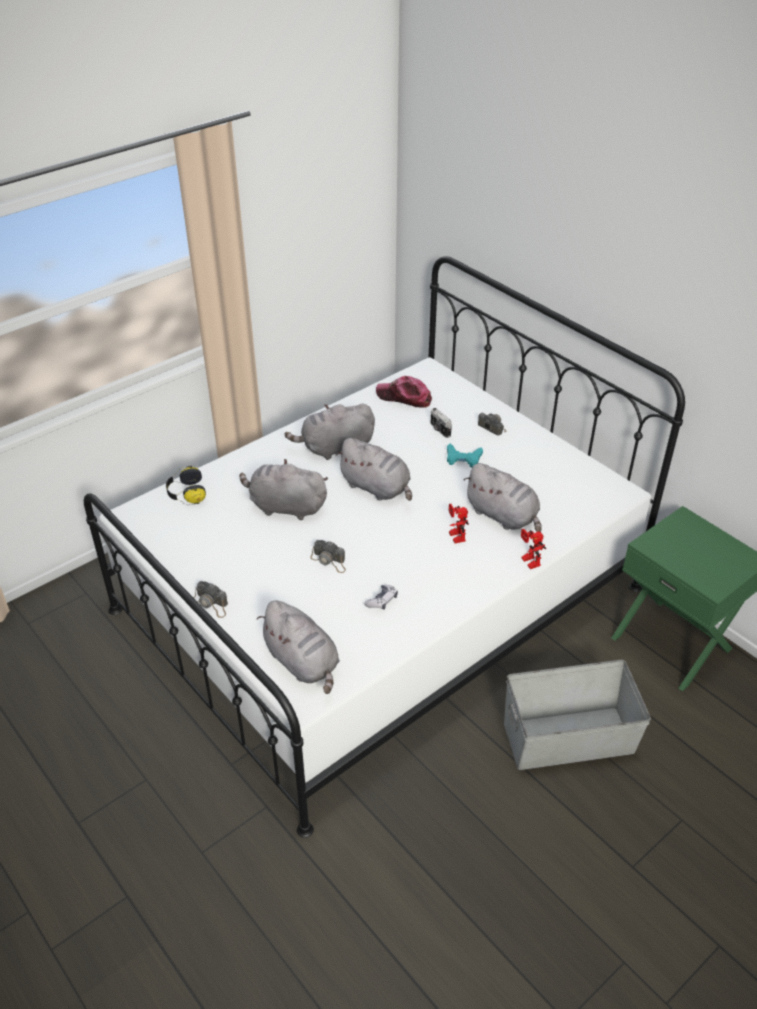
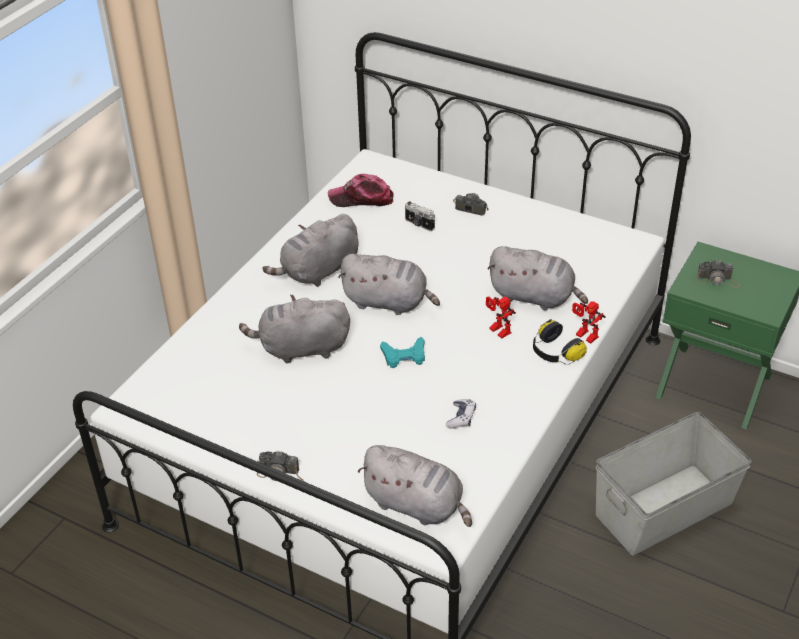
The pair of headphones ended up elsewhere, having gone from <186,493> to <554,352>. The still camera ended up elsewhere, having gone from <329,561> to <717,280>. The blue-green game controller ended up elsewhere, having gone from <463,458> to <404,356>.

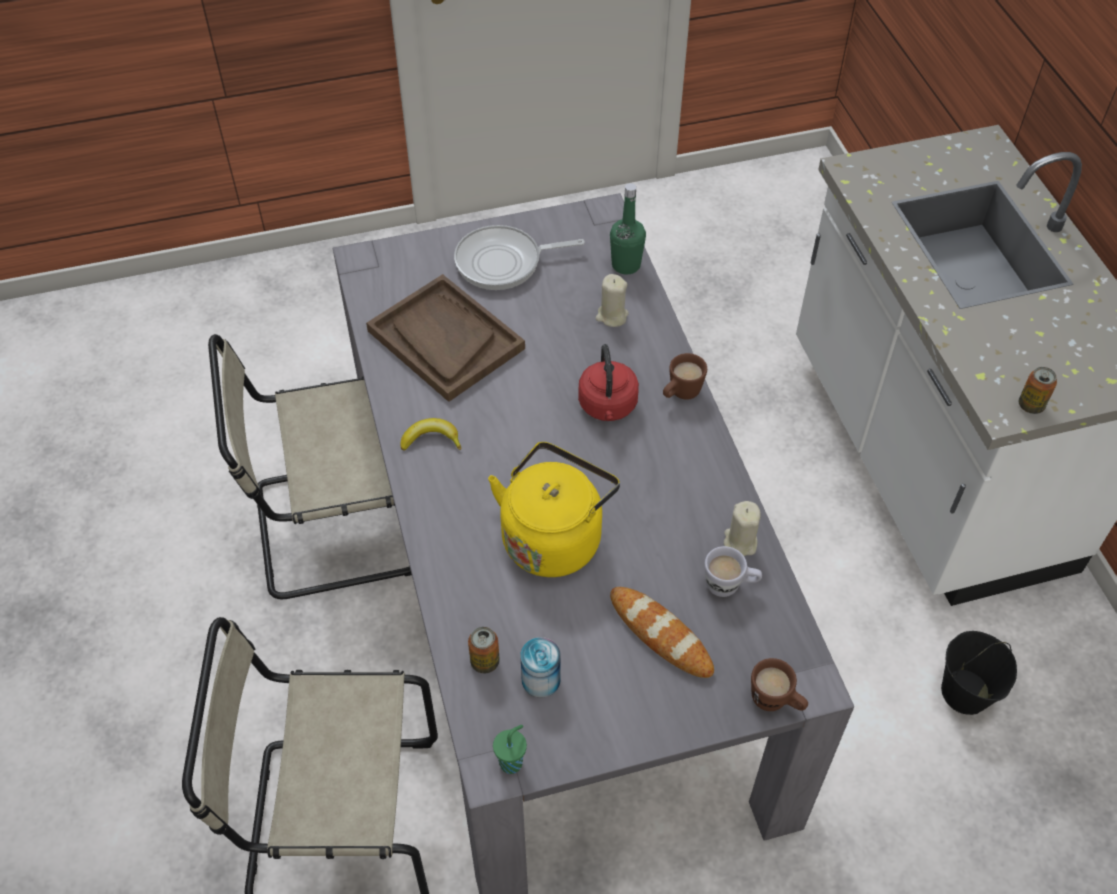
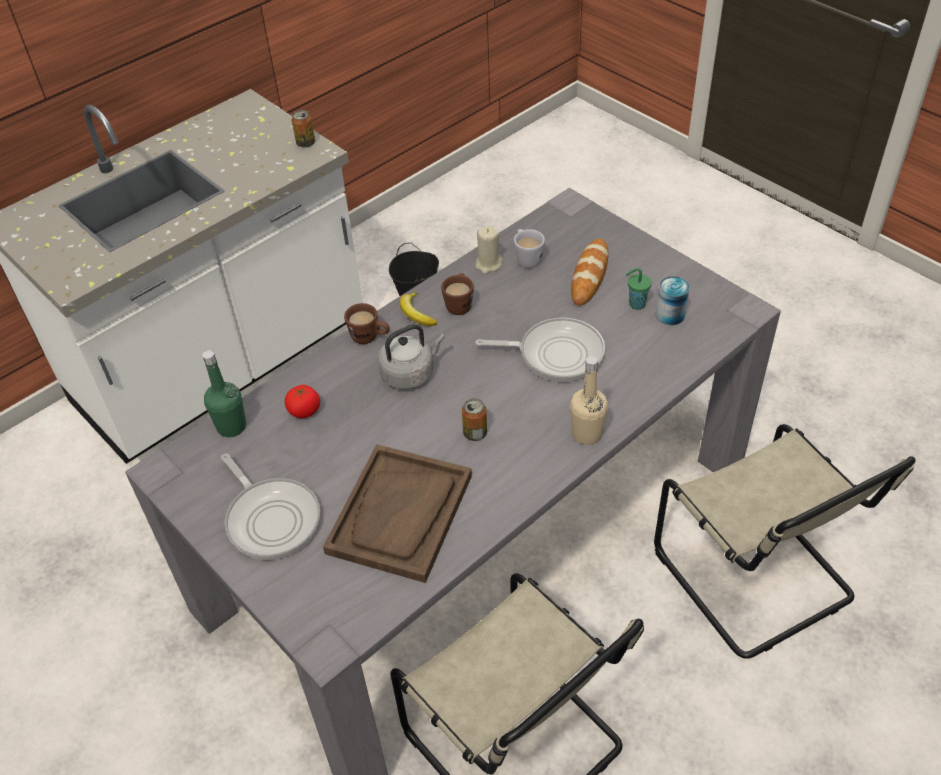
The banana fruit ended up elsewhere, having gone from <431,440> to <416,314>. The can ended up elsewhere, having gone from <485,662> to <475,433>. Where the yellowish tea kettle stood at <554,537>, the frying pan came to stand at <556,354>. The green cup ended up elsewhere, having gone from <512,762> to <636,304>. What was the red tea kettle at <608,407> turned into the gray tea kettle at <410,373>. Where the beige-coloured candle stood at <611,316>, the whole tomato came to stand at <304,411>. The brown mug ended up elsewhere, having gone from <776,702> to <459,304>. The second view gained the beige-coloured drink bottle at <587,434>.

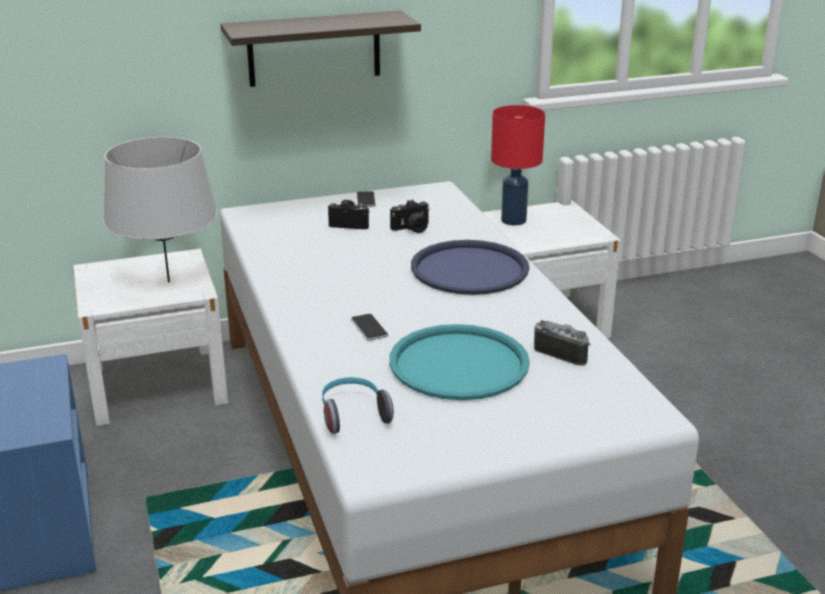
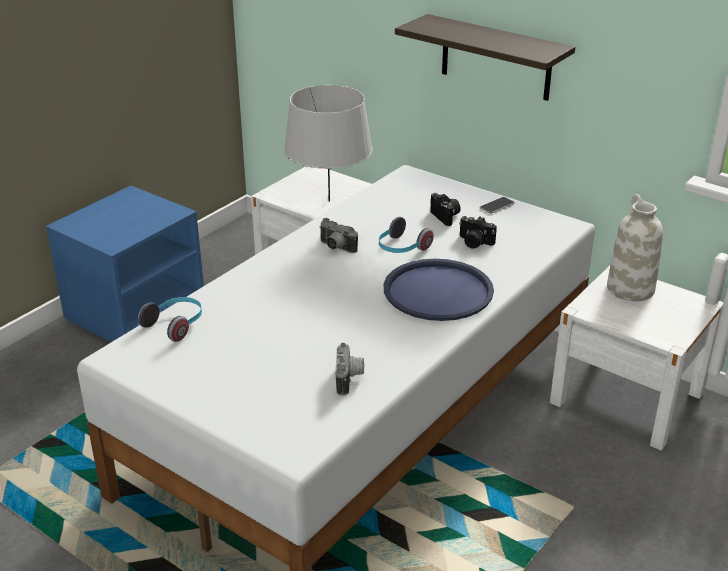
The second view lost the phone at <369,328>. The second view lost the blue-green carrying tray at <459,364>. Where the red table lamp stood at <512,220>, the white flower vase came to stand at <629,288>. The second view gained the still camera at <335,248>. The second view gained the pair of headphones at <401,248>.

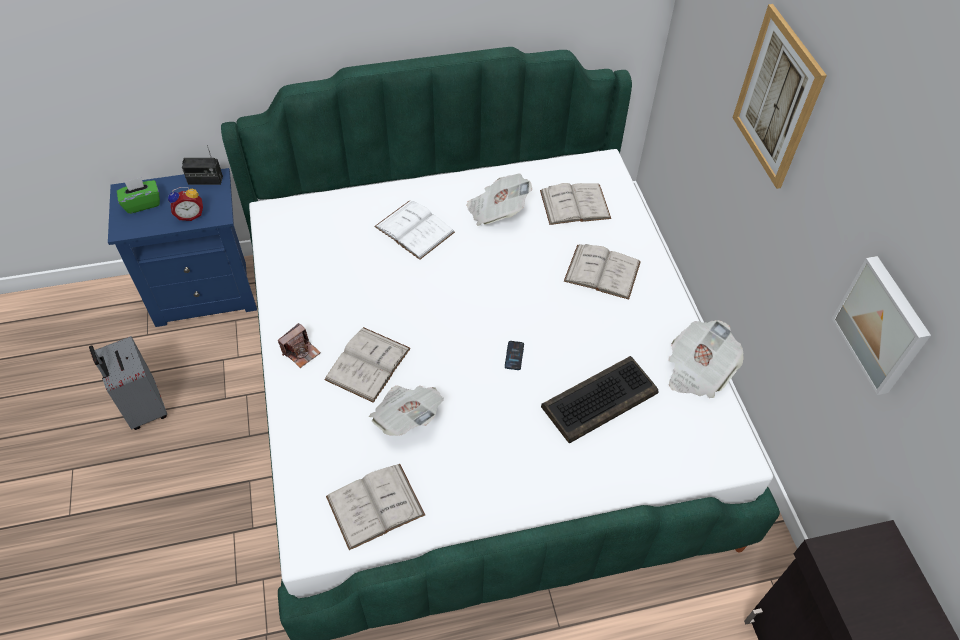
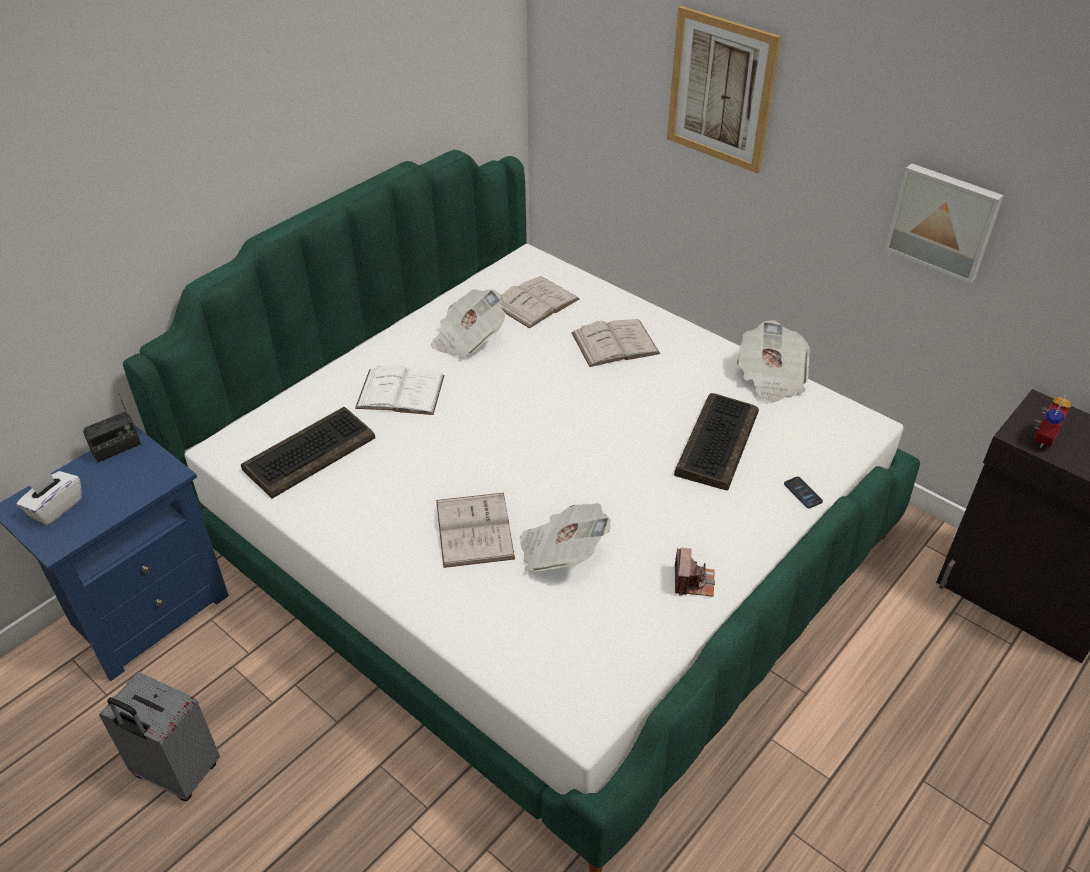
What was the green tissue holder at <142,203> turned into the white tissue holder at <55,507>. The bedside clock ended up elsewhere, having gone from <190,215> to <1041,438>. The still camera ended up elsewhere, having gone from <301,352> to <693,582>. The second view lost the white bound book at <375,505>. The phone ended up elsewhere, having gone from <514,355> to <802,493>. The second view gained the keyboard at <310,453>.

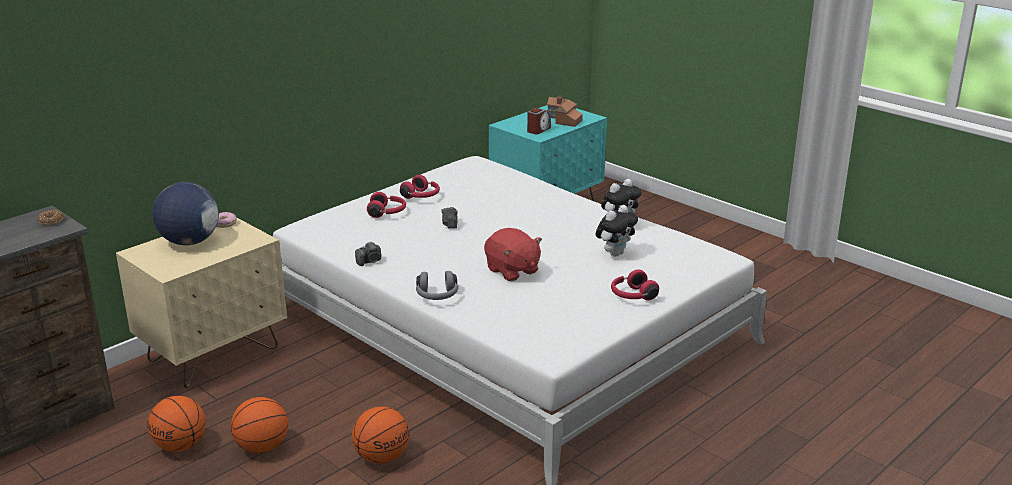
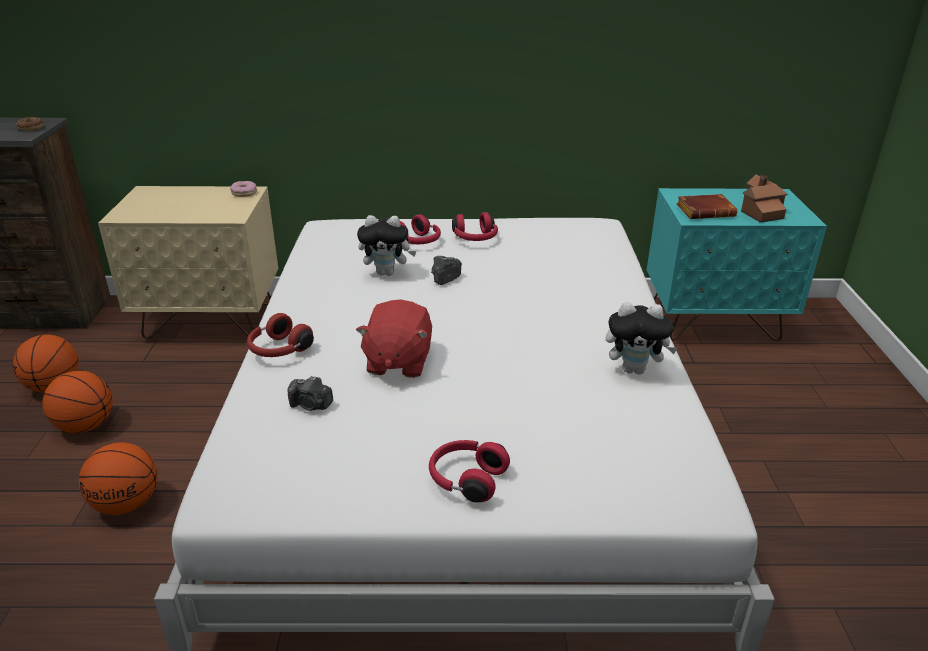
The second view lost the globe at <189,242>. The still camera ended up elsewhere, having gone from <370,261> to <311,405>. What was the gray pair of headphones at <437,296> turned into the red pair of headphones at <279,350>. Where the bedside clock stood at <538,130>, the brown bound book came to stand at <706,211>. The soft toy ended up elsewhere, having gone from <615,253> to <387,273>.

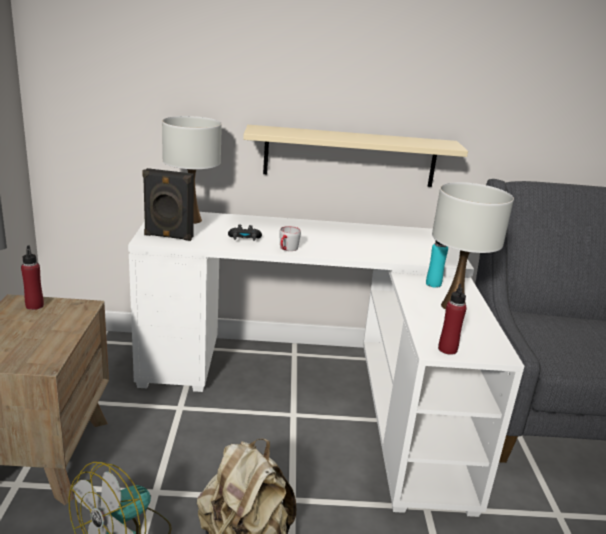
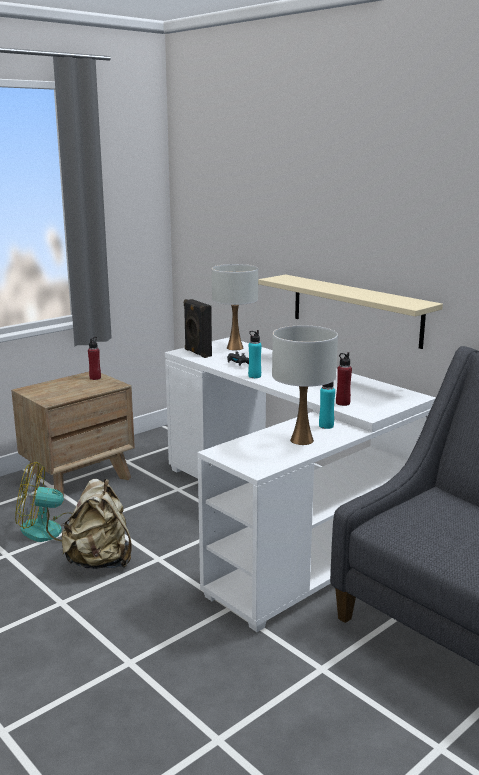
Where the gray mug stood at <287,249>, the blue-green drink bottle came to stand at <254,376>. The red drink bottle ended up elsewhere, having gone from <447,349> to <342,403>.

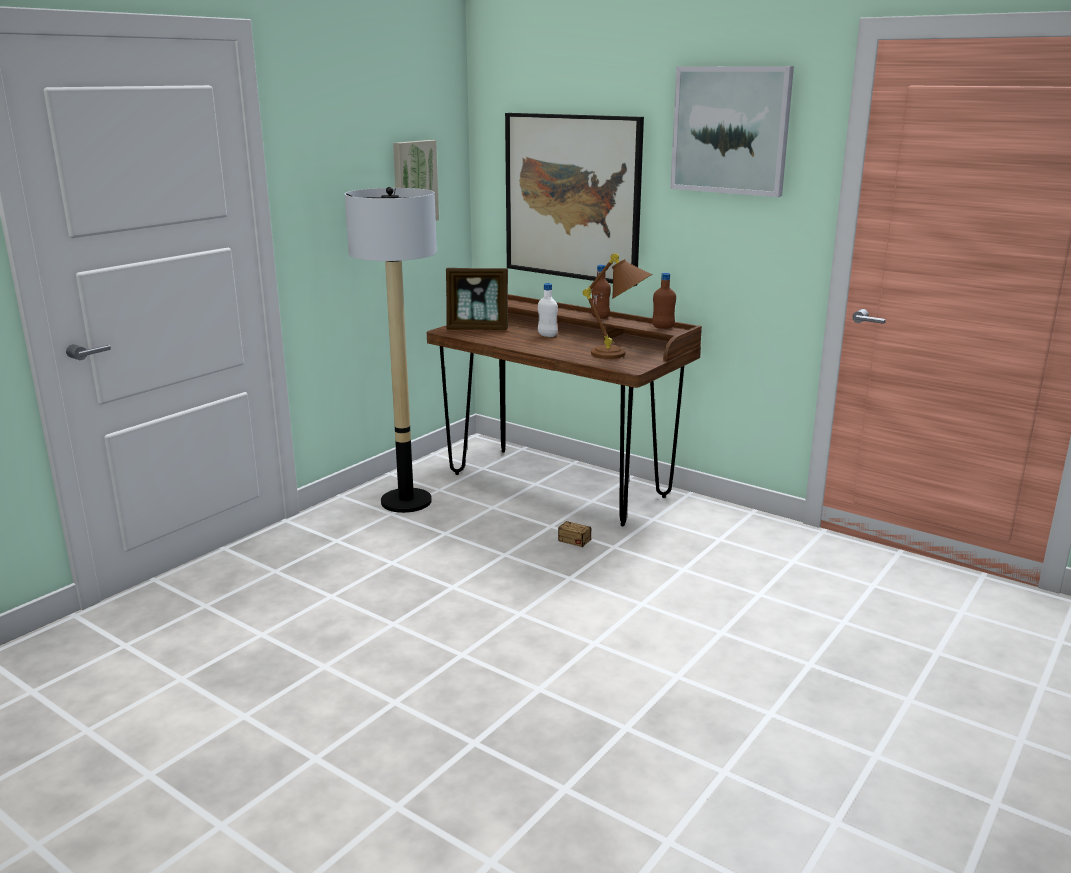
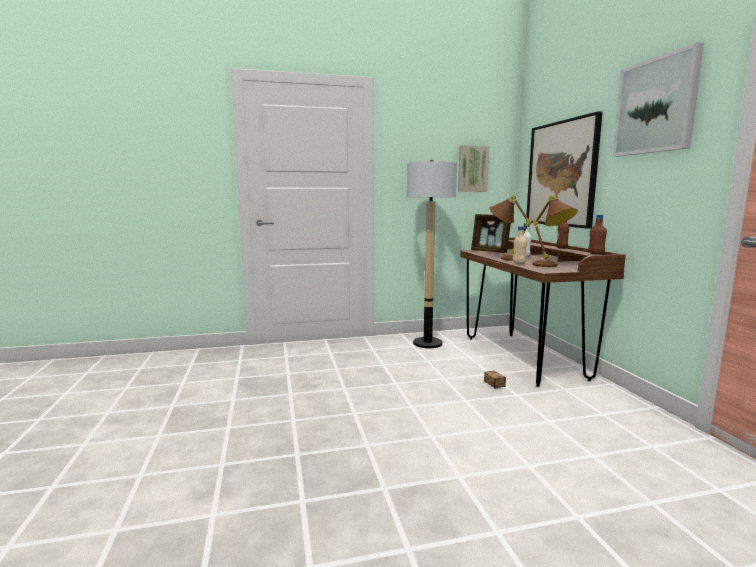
The second view gained the brown table lamp at <504,258>. The second view gained the beige-coloured drink bottle at <518,263>.

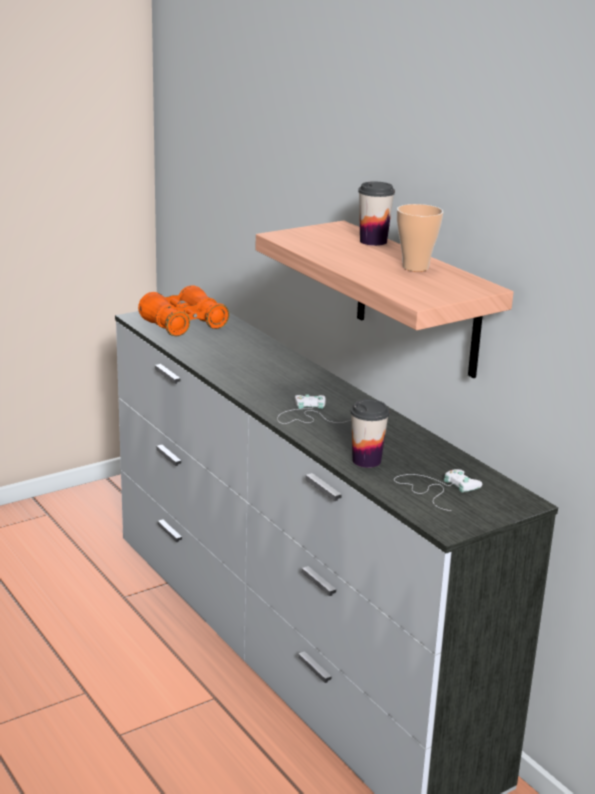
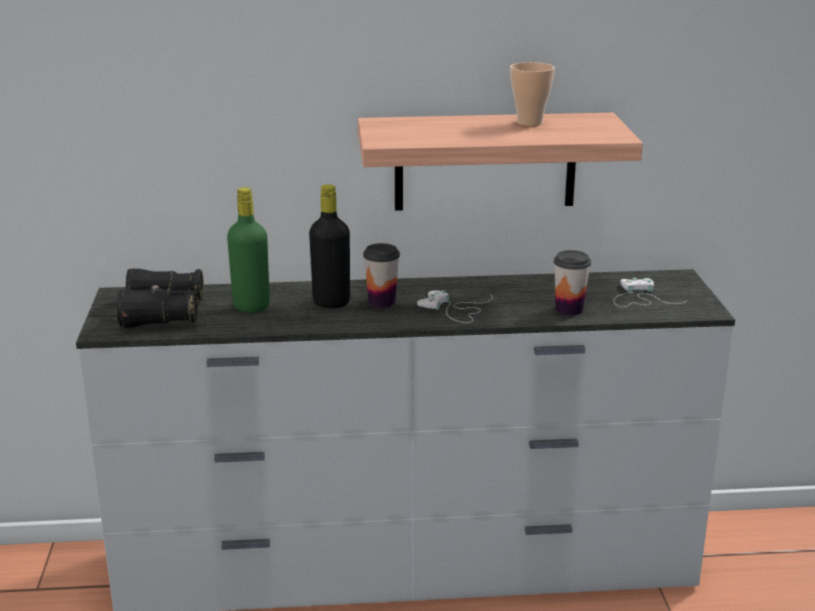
What was the orange binoculars at <184,325> turned into the blackish binoculars at <162,313>. The cup ended up elsewhere, having gone from <373,241> to <381,302>. The second view gained the green drink bottle at <251,306>. The second view gained the blackish drink bottle at <331,302>.

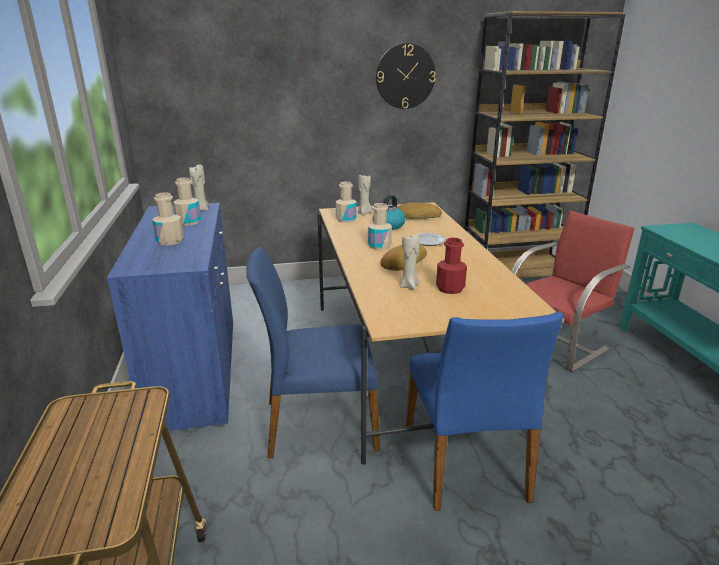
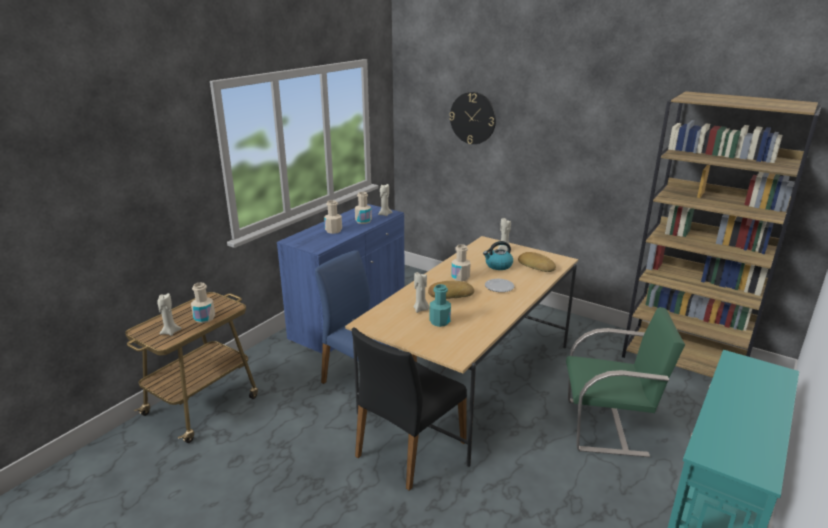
The beige-coloured drink bottle ended up elsewhere, having gone from <346,219> to <204,318>. The hanging clock ended up elsewhere, having gone from <405,76> to <473,118>. What was the blue-coloured chair at <466,462> turned into the blackish chair at <409,449>. What was the red drink bottle at <450,288> turned into the blue-green drink bottle at <439,321>. What was the red chair at <556,343> turned into the green chair at <608,427>. The second view gained the beige-coloured candle at <170,332>.

